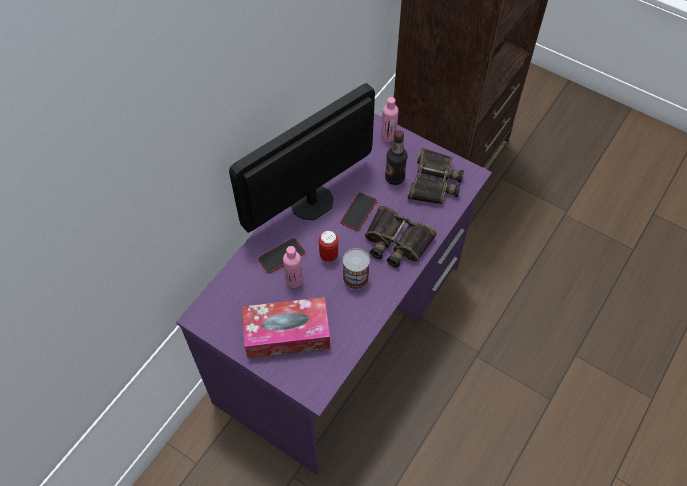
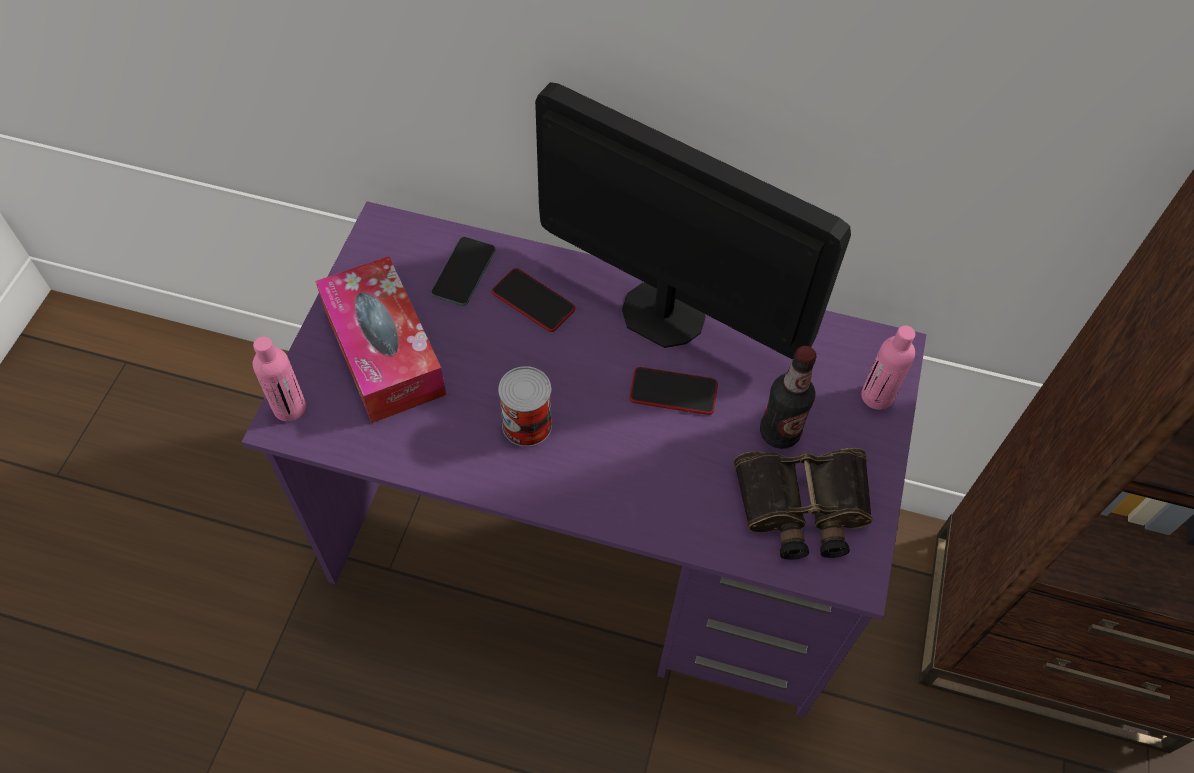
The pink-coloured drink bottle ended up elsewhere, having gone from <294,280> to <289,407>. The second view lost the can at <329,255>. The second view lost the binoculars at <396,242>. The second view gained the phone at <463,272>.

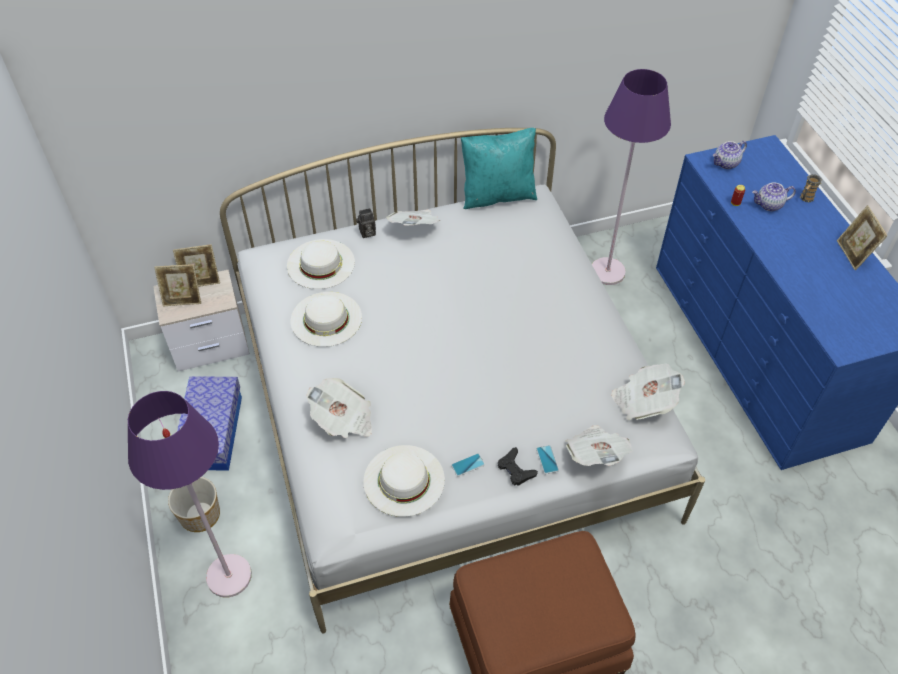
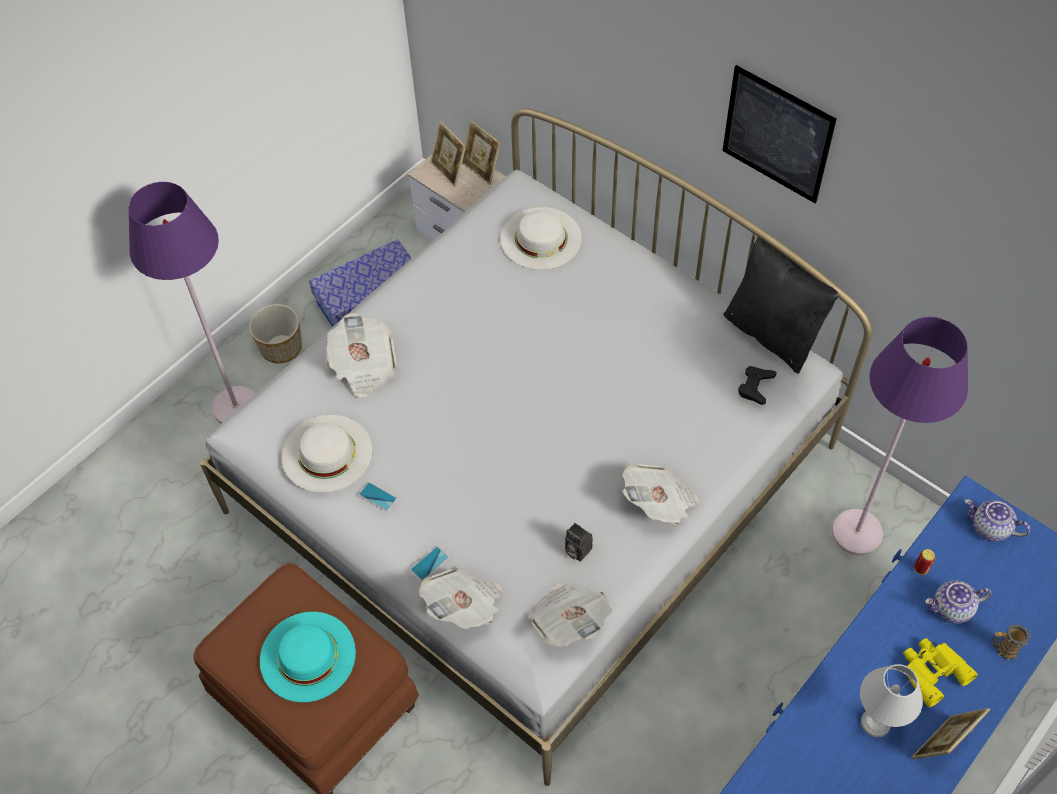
The second view lost the white clothing hat at <326,319>. The still camera ended up elsewhere, having gone from <366,233> to <576,550>. The daily paper ended up elsewhere, having gone from <415,227> to <660,503>. What was the blue-green cushion at <497,195> turned into the blackish cushion at <773,333>. The blackish game controller ended up elsewhere, having gone from <515,469> to <755,386>. The teapot at <769,205> ended up facing another way, 60 degrees counterclockwise from before. The second view gained the blue-green clothing hat at <308,656>. The second view gained the wall picture at <777,134>. The second view gained the white table lamp at <874,722>. The second view gained the yellowish binoculars at <931,671>.

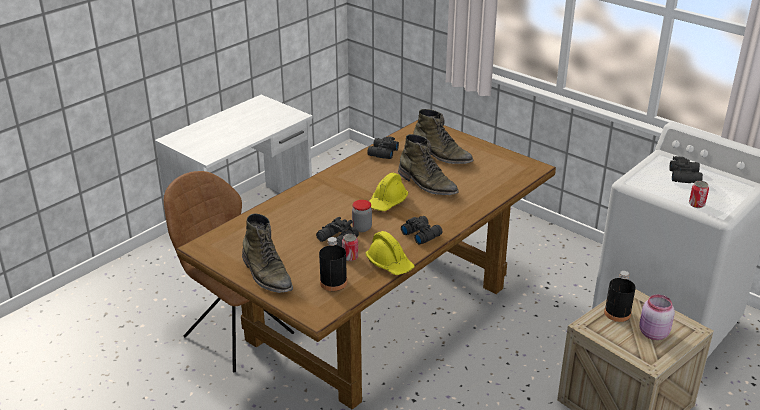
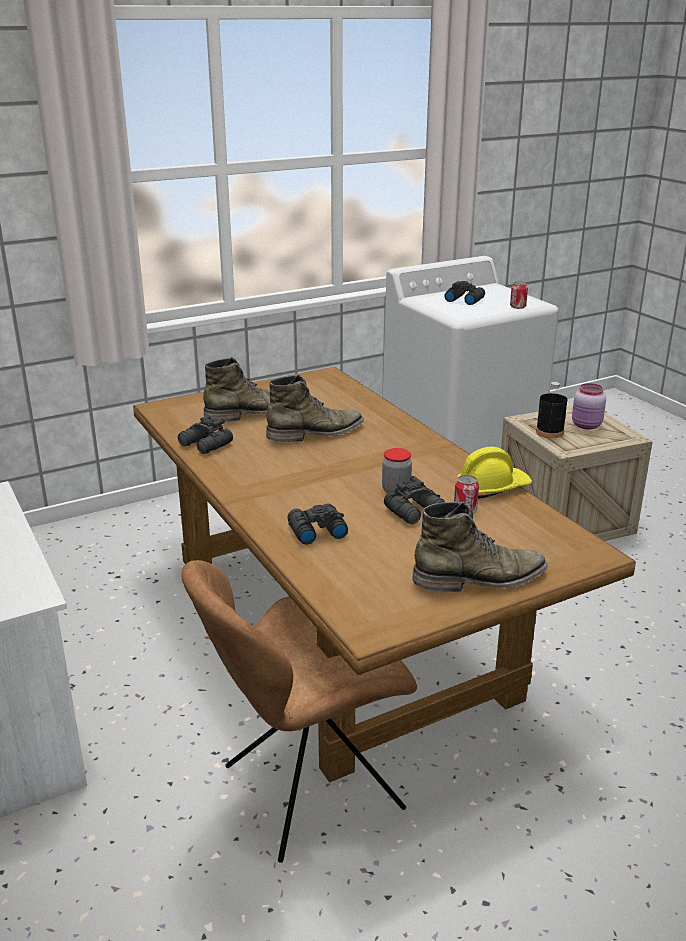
The second view lost the blackish drink bottle at <333,282>. The second view lost the yellowish work helmet at <387,202>. The blackish binoculars ended up elsewhere, having gone from <421,234> to <315,531>.

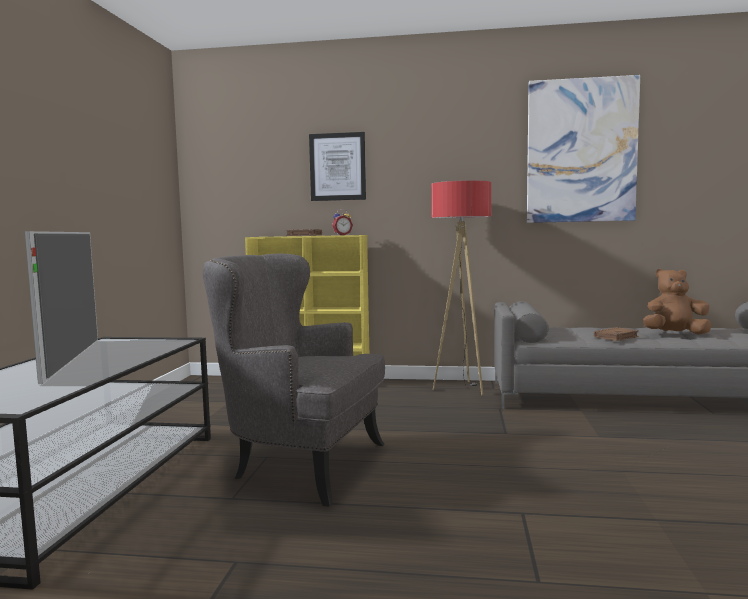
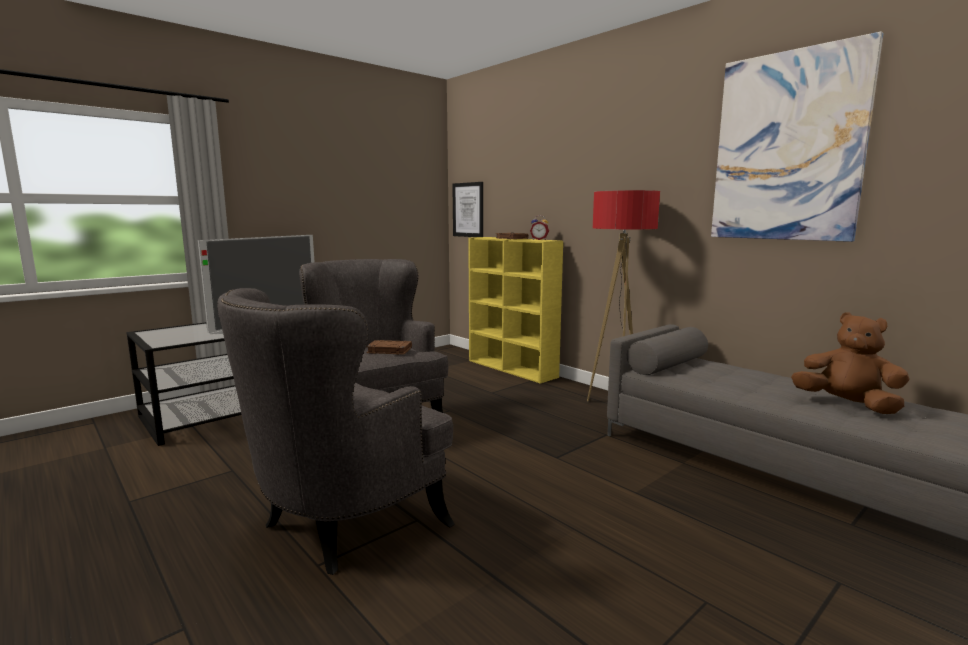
The wall picture ended up elsewhere, having gone from <337,167> to <468,210>. The brown bound book ended up elsewhere, having gone from <616,337> to <389,350>. The second view gained the gray easy chair at <342,525>.

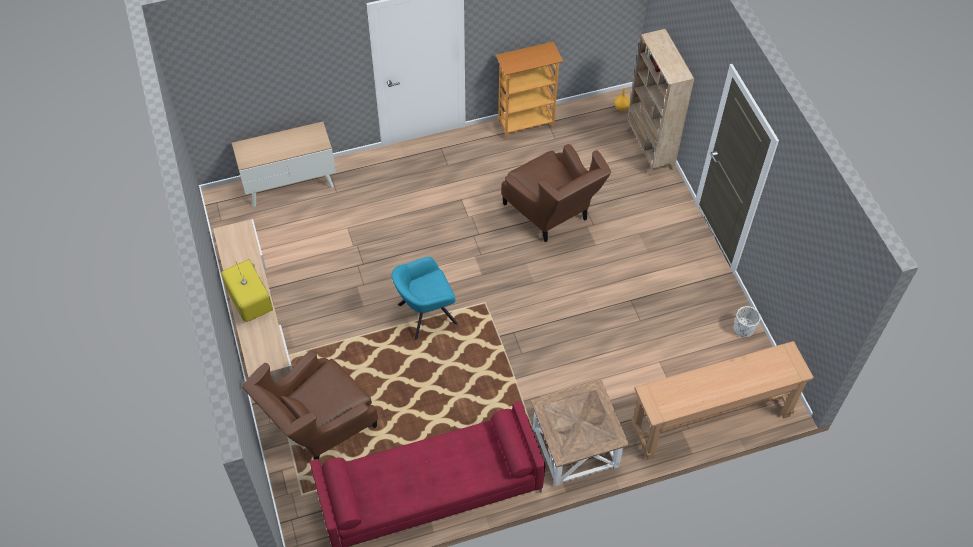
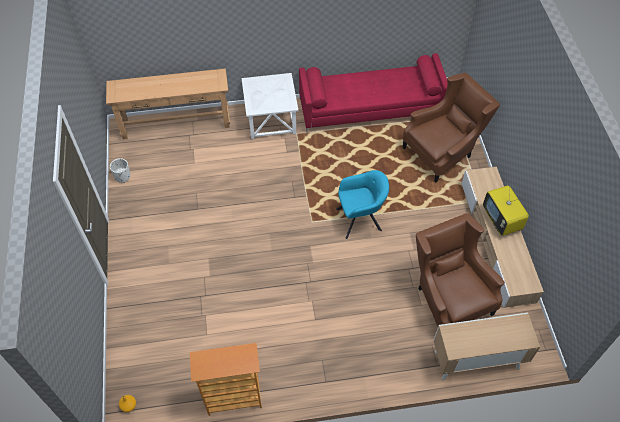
The brown easy chair ended up elsewhere, having gone from <552,215> to <448,297>. What was the brown accent table at <574,448> turned into the white accent table at <271,119>. The second view lost the beige-coloured bookshelf at <649,149>.

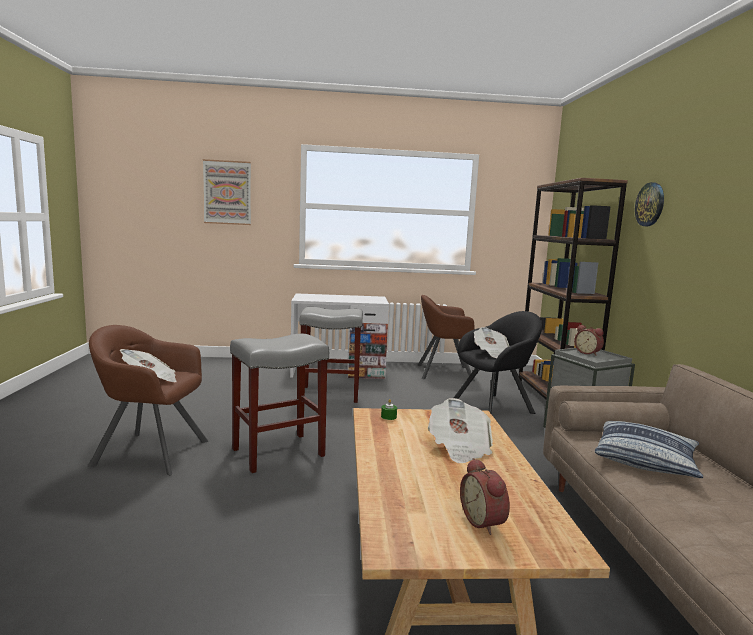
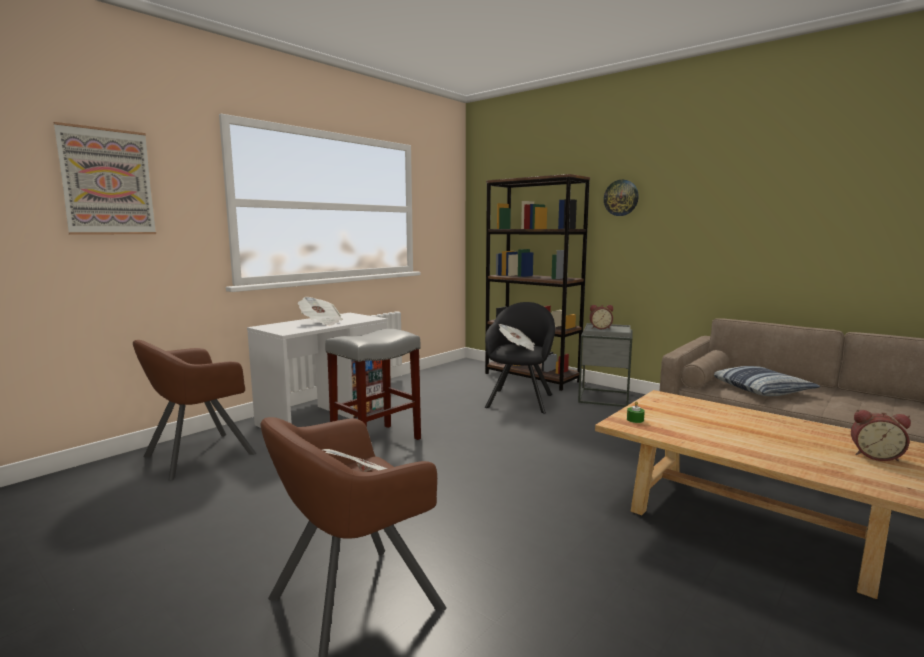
The second view lost the gray stool at <279,452>. The brown easy chair ended up elsewhere, having gone from <443,372> to <198,455>. The daily paper ended up elsewhere, having gone from <459,447> to <321,322>.

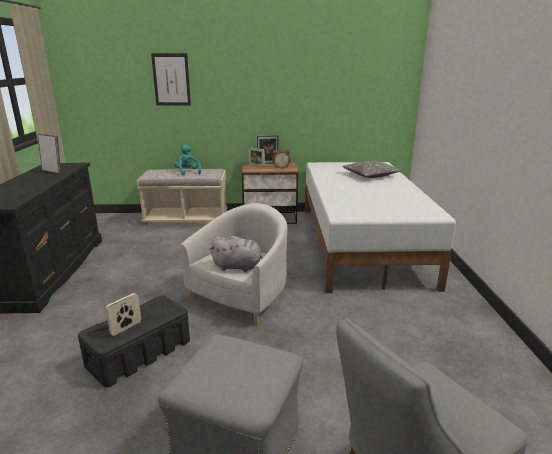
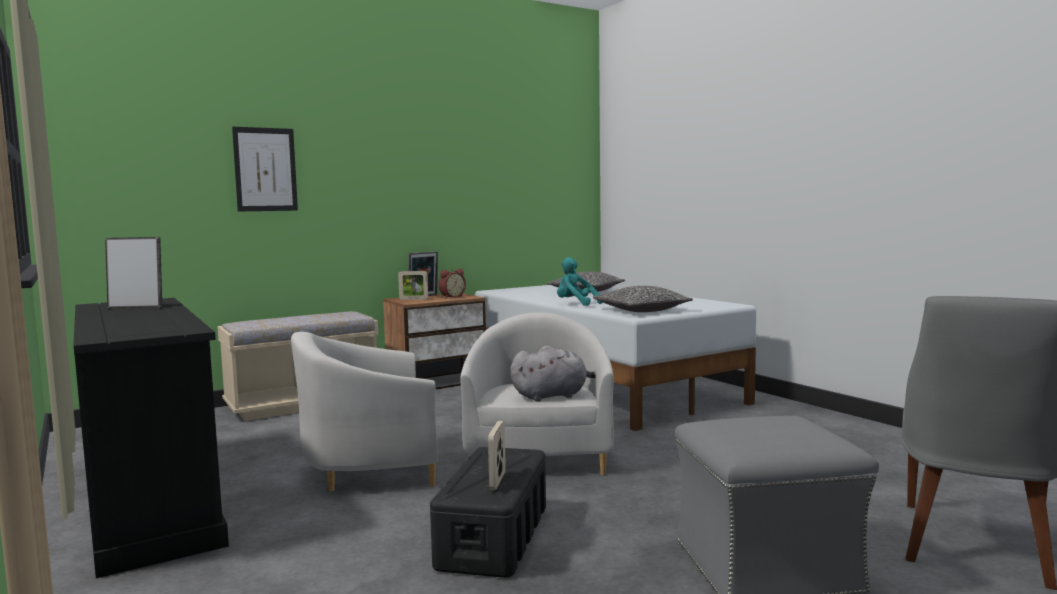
The blue-green soft toy ended up elsewhere, having gone from <188,172> to <575,304>. The second view gained the white easy chair at <371,469>. The second view gained the cushion at <641,310>.

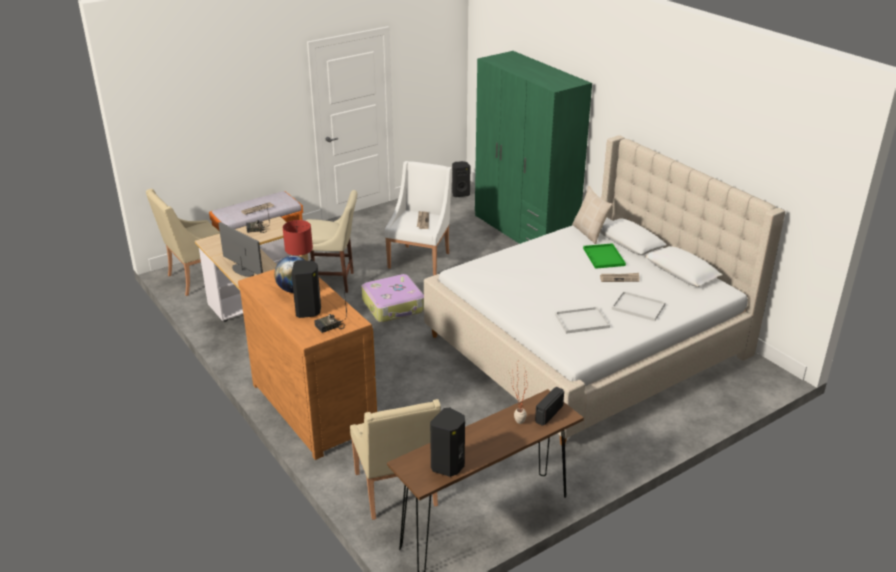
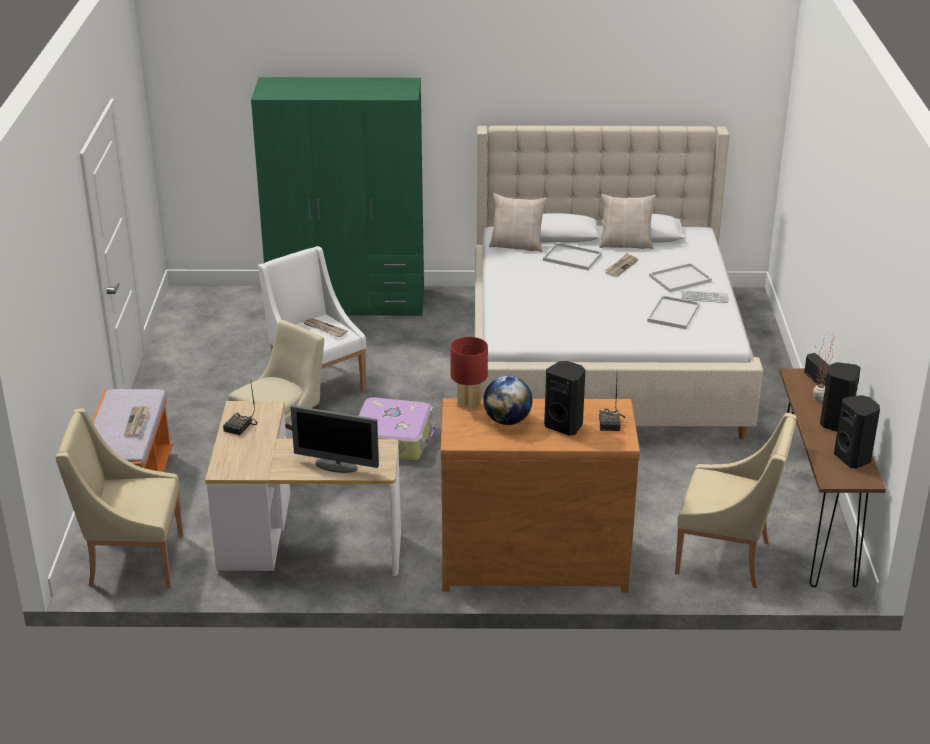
The beige-coloured easy chair at <198,278> ended up facing another way, 90 degrees clockwise from before. The computer display at <243,270> ended up facing another way, 150 degrees counterclockwise from before. The blackish audio speaker ended up elsewhere, having gone from <460,194> to <835,423>. What was the green carrying tray at <603,256> turned into the white carrying tray at <571,257>. The second view gained the beige-coloured cushion at <625,244>. The second view gained the keyboard at <704,297>.

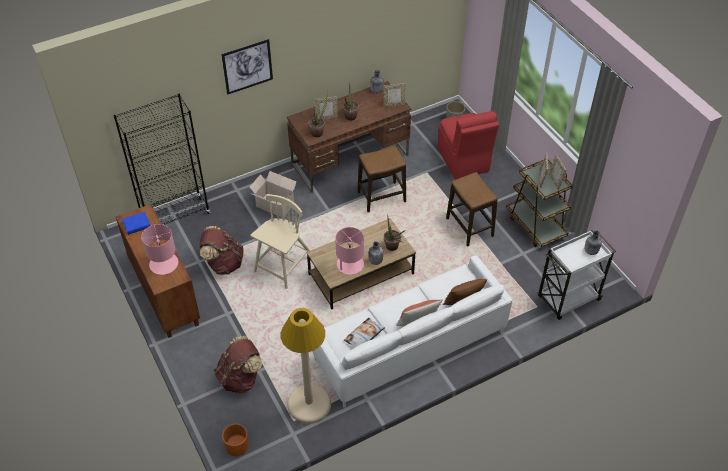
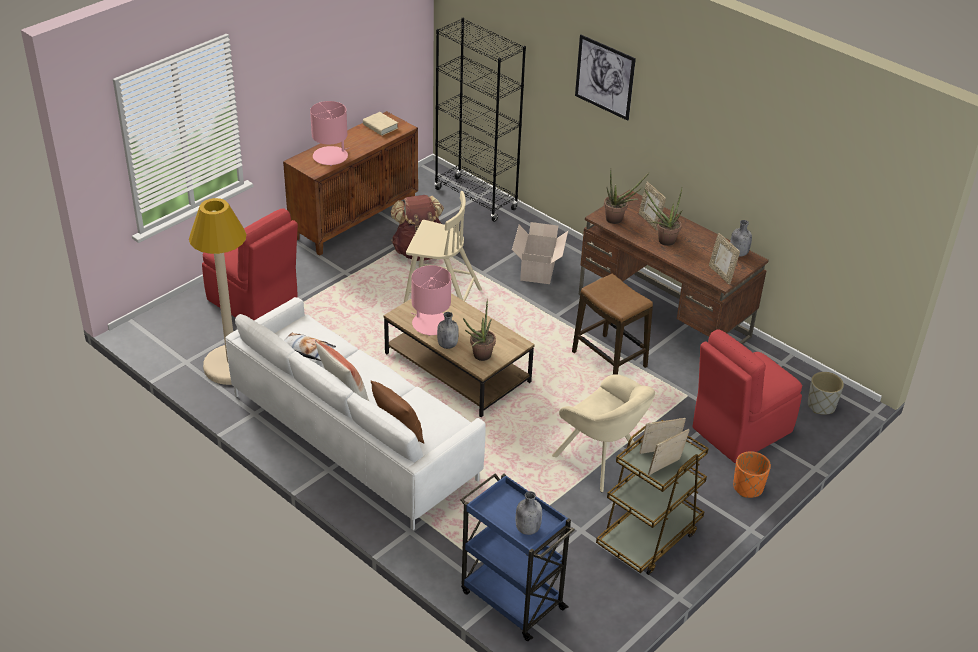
What was the blue-coloured bound book at <137,225> turned into the beige-coloured bound book at <380,126>. Where the brown knapsack stood at <240,378>, the red chair came to stand at <254,303>. The orange flower pot ended up elsewhere, having gone from <237,447> to <748,488>. Where the stool stood at <469,227>, the beige-coloured easy chair came to stand at <602,460>. What was the white cart at <567,299> turned into the blue-coloured cart at <511,599>.

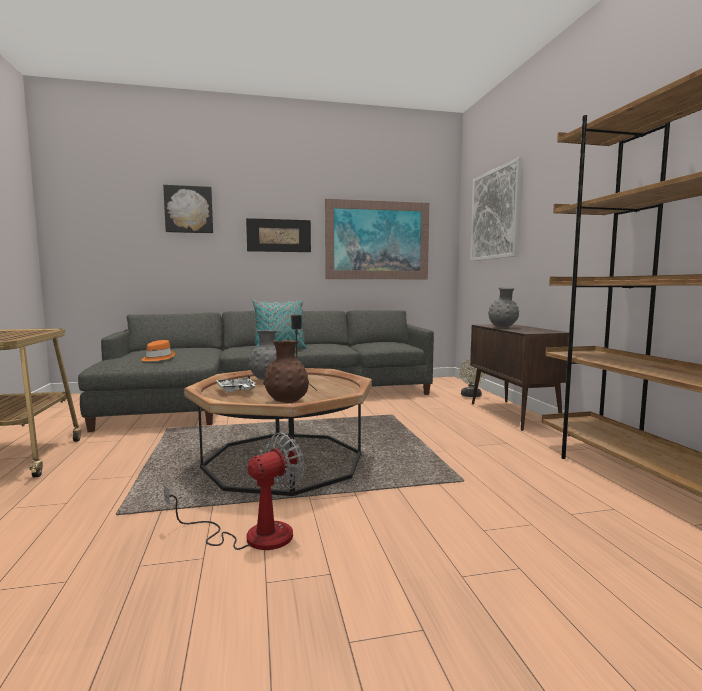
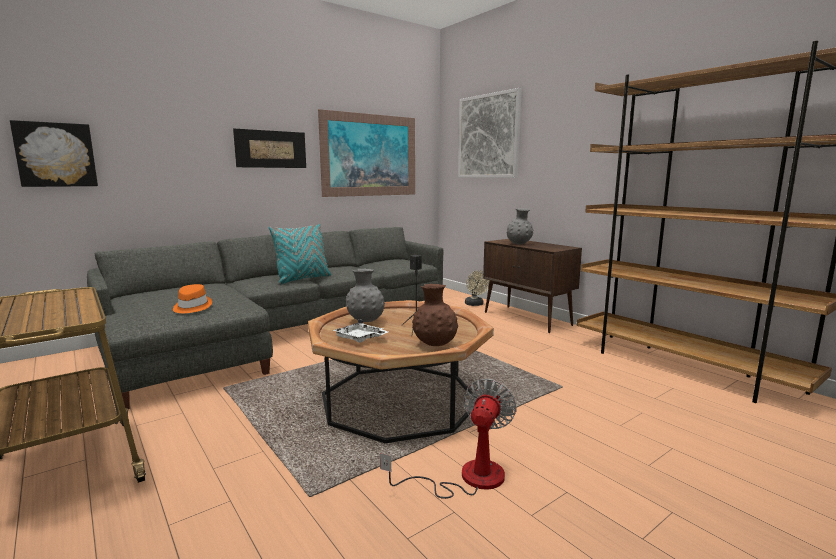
The wall picture ended up elsewhere, having gone from <189,209> to <56,155>.

